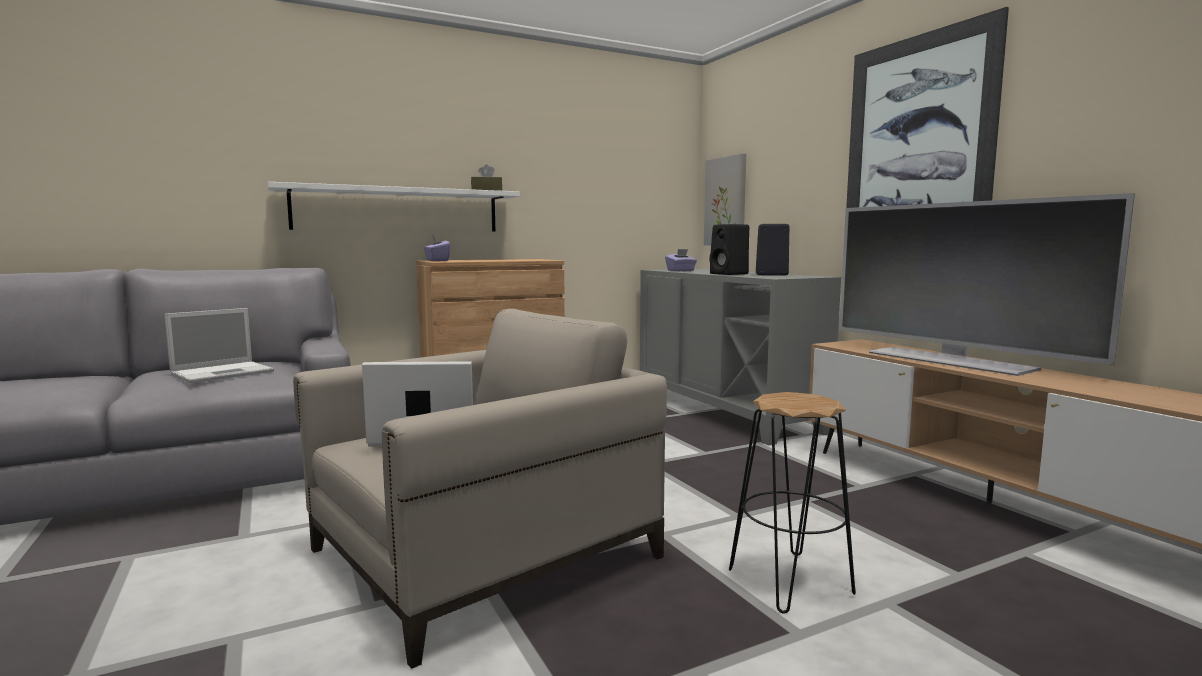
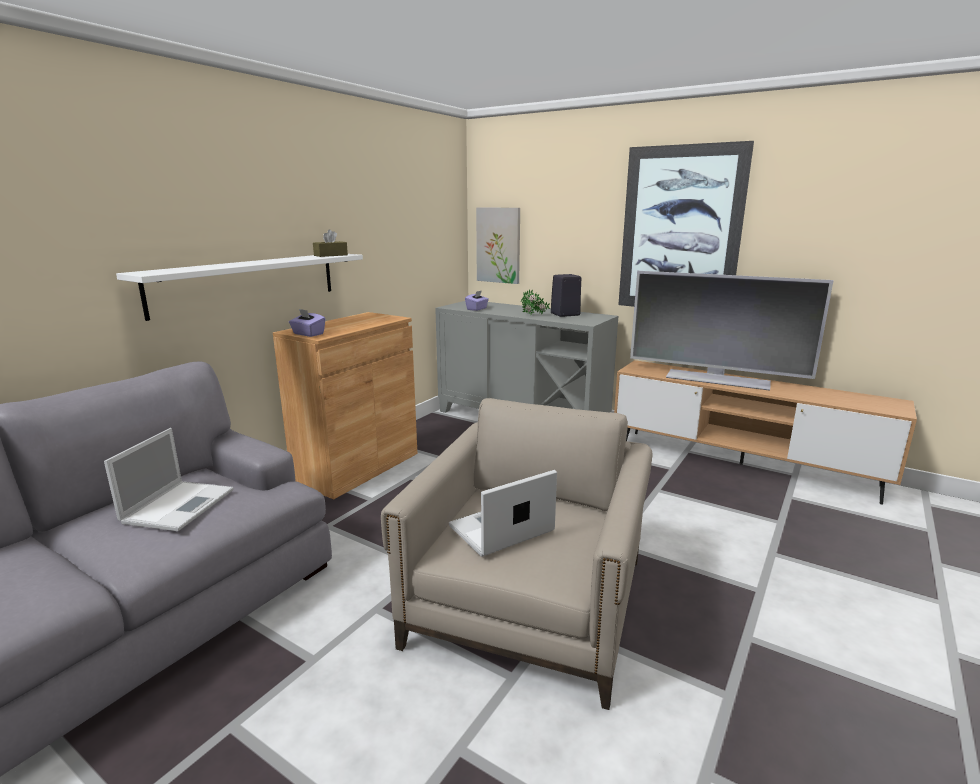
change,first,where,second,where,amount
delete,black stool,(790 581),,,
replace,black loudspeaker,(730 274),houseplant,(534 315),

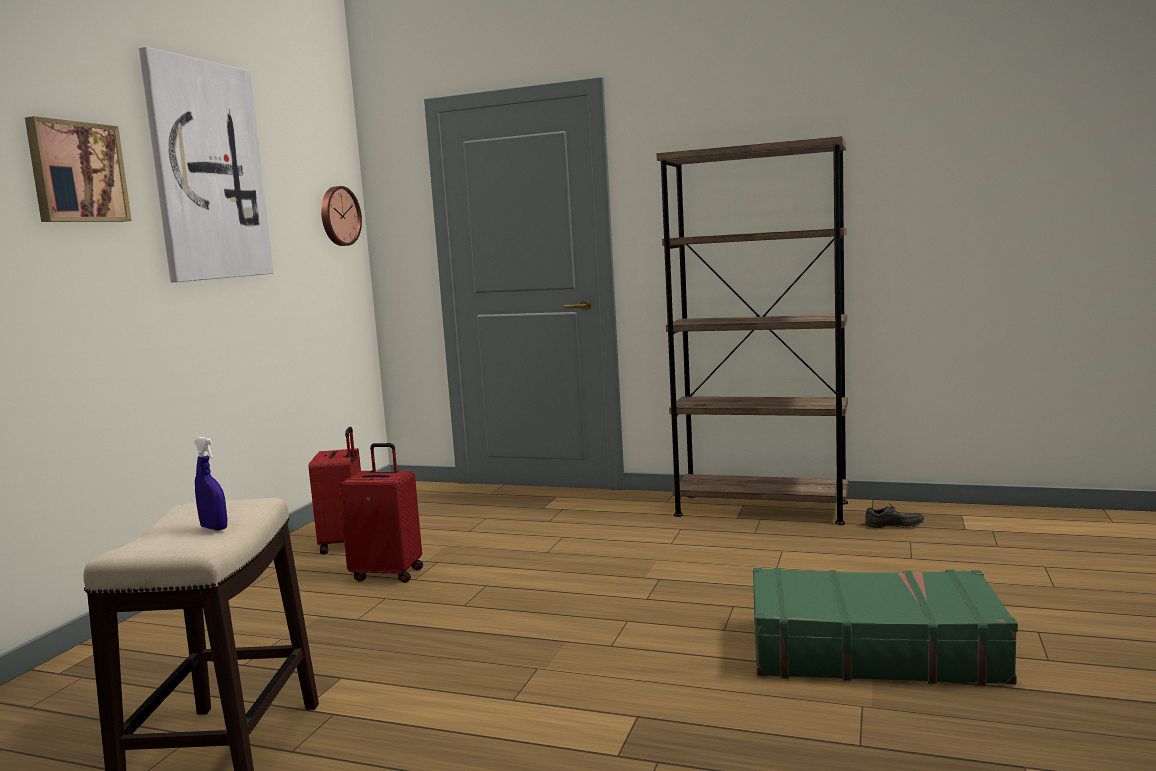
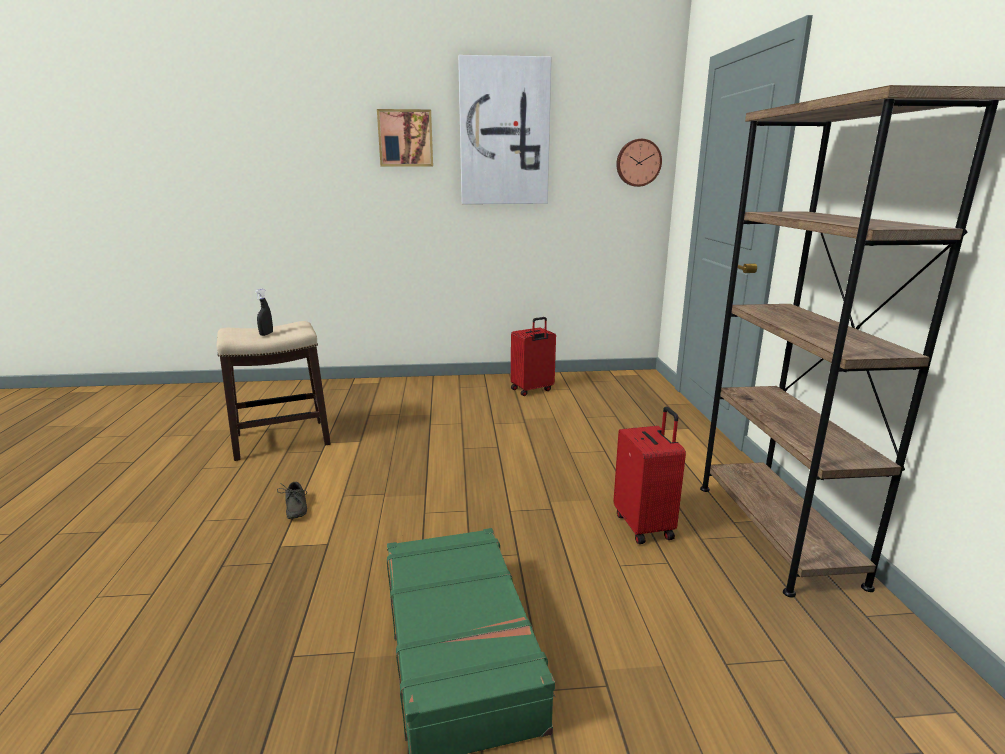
change,first,where,second,where,amount
move,red suitcase,(388 574),,(645 526),
move,grey shoe,(894 526),,(294 509),
recolor,blue sprayer,(214 528),black sprayer,(266 334),

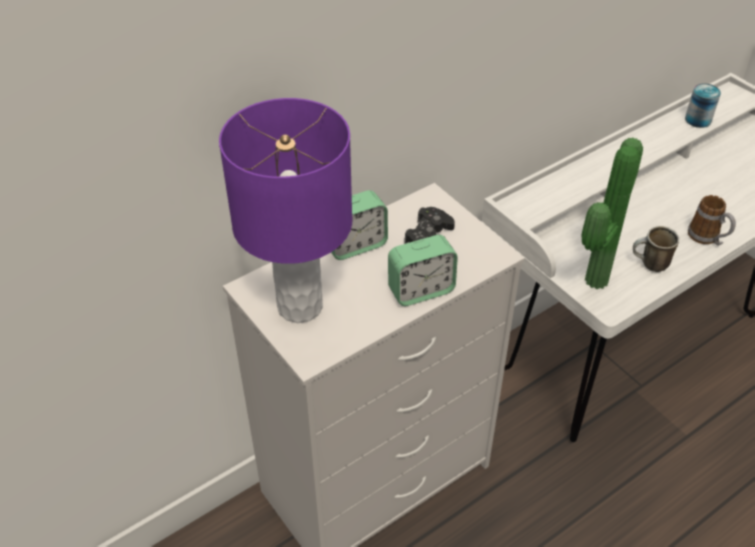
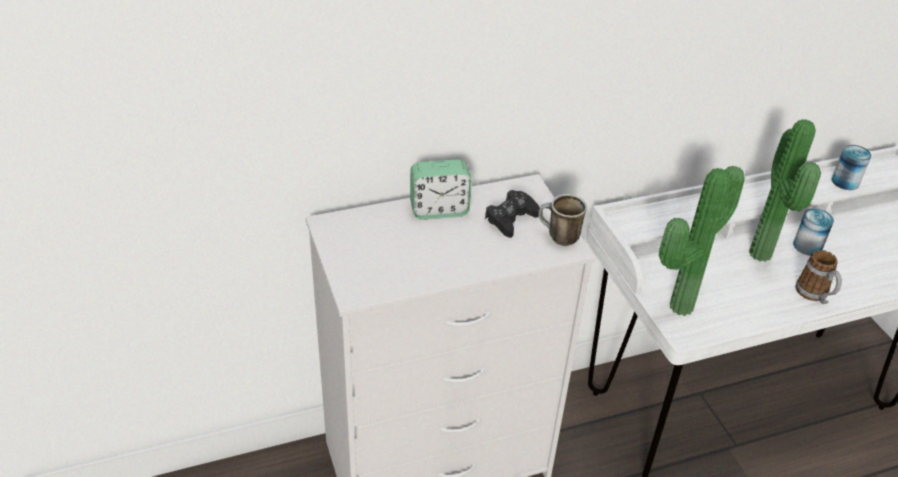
change,first,where,second,where,amount
delete,purple-coloured lamp for a table,(299 307),,,
delete,alarm clock,(421 290),,,
insert,,,houseplant,(764 254),
insert,,,metal can,(807 246),
move,mug,(649 265),,(558 237),

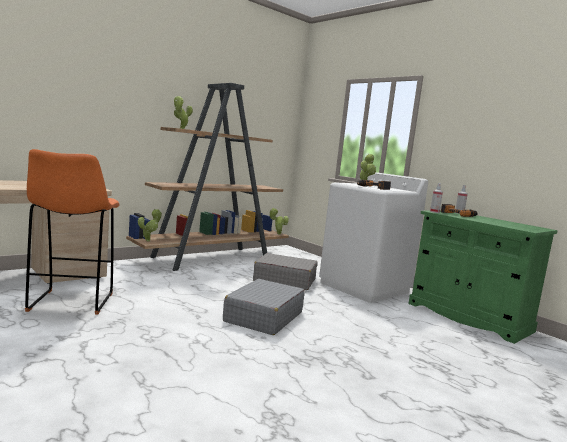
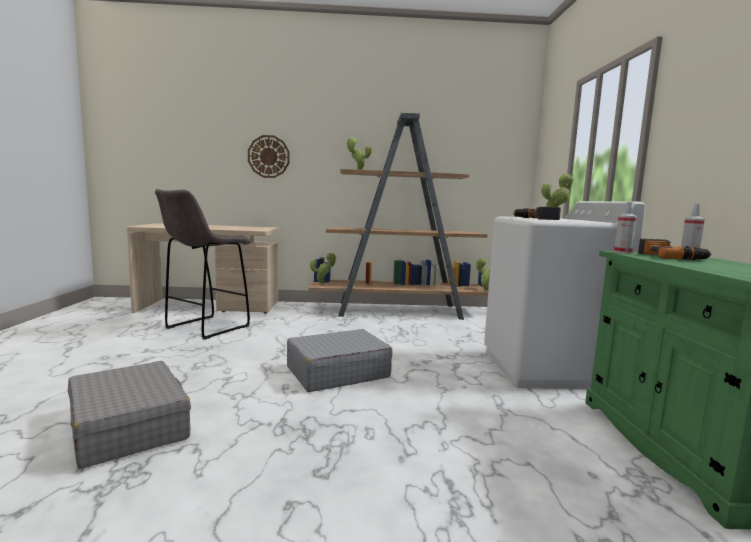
change,first,where,second,where,amount
insert,,,wall clock,(268 156),
move,grey suitcase,(284 280),,(129 426),
recolor,orange-coloured stool,(70 303),grey stool,(205 328),

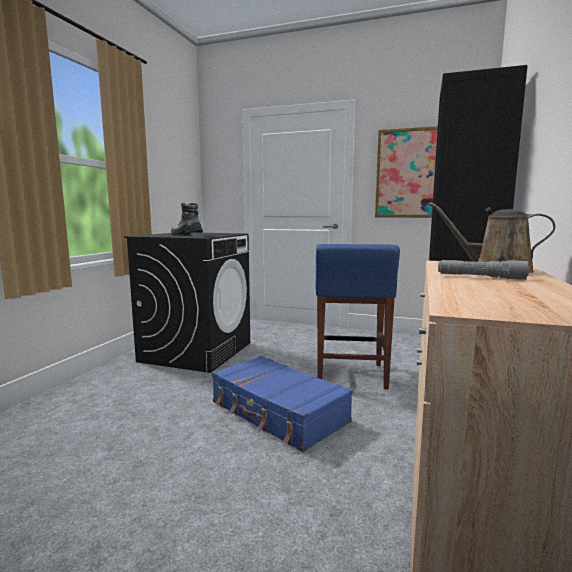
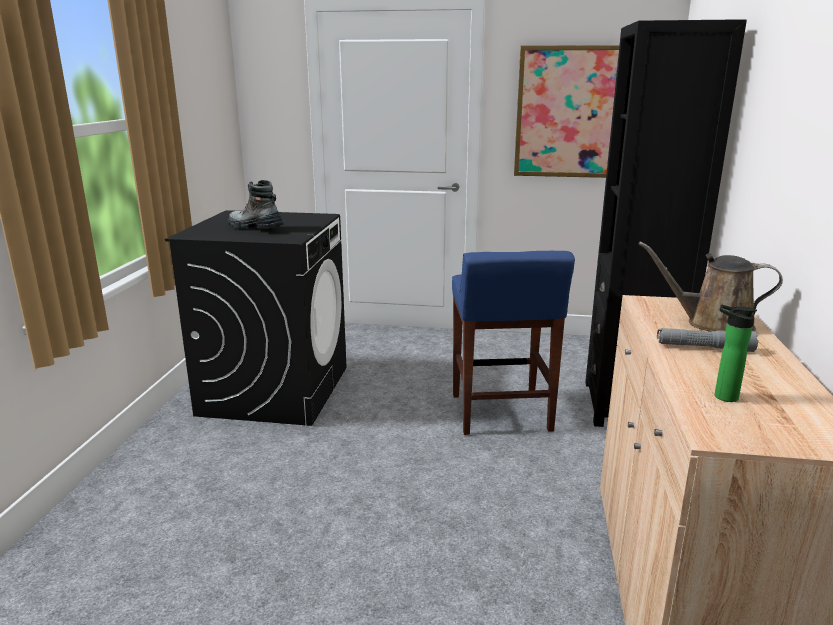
change,first,where,second,where,amount
delete,blue suitcase,(278 413),,,
insert,,,drink bottle,(722 396),

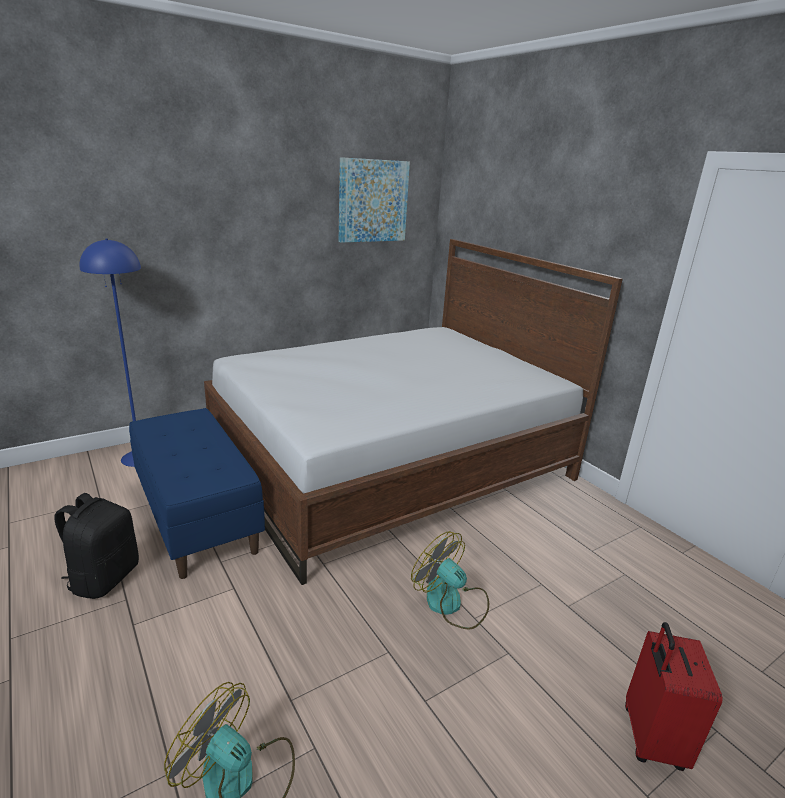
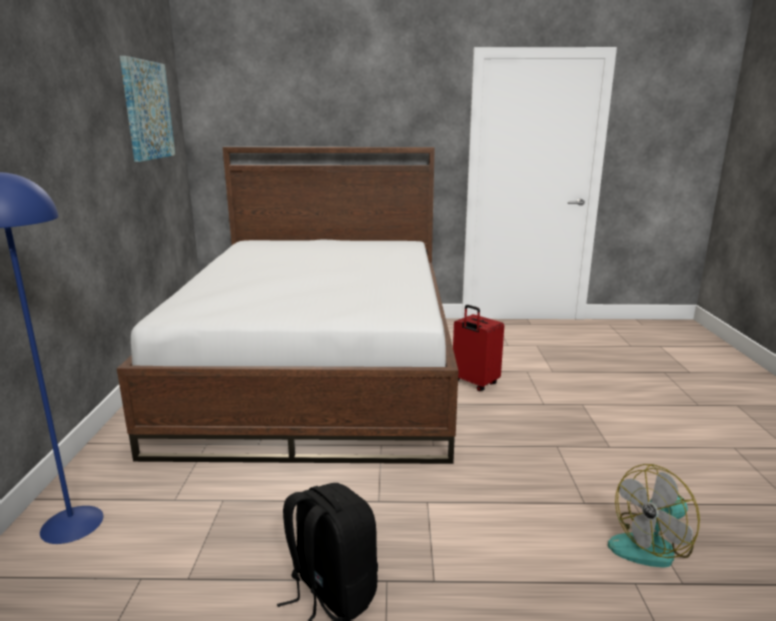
change,first,where,second,where,amount
delete,blue indoor bench,(198 517),,,
delete,cooling fan,(451 603),,,
move,red suitcase,(650 738),,(474 383),

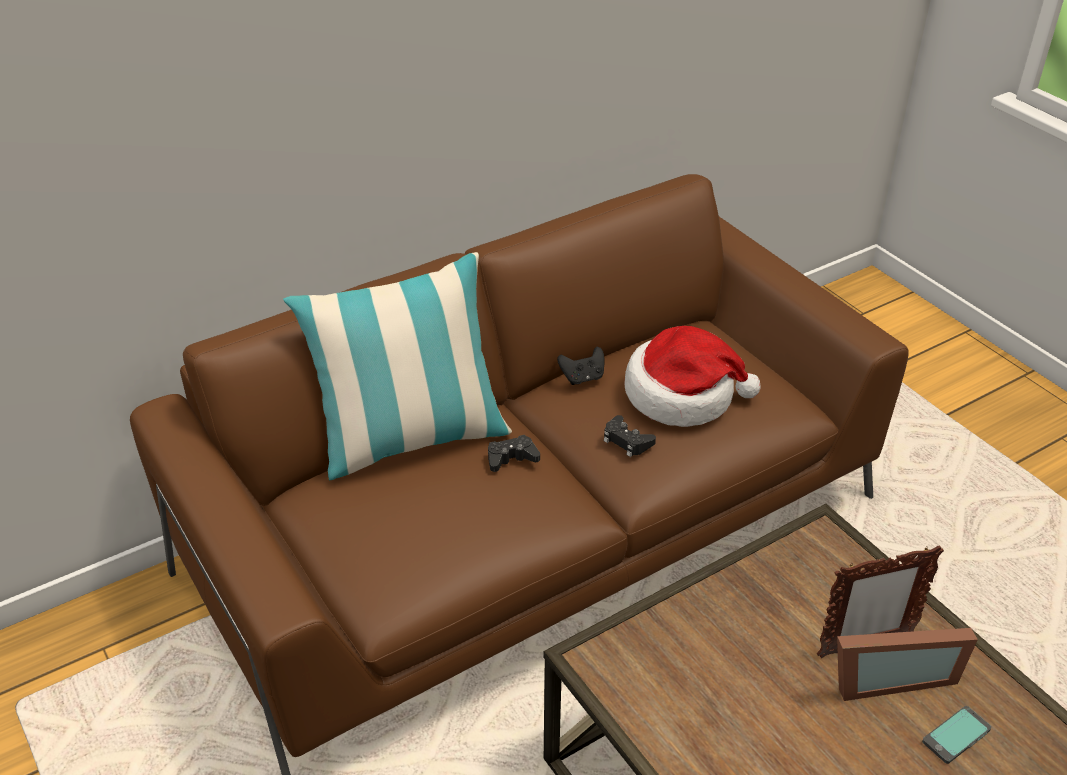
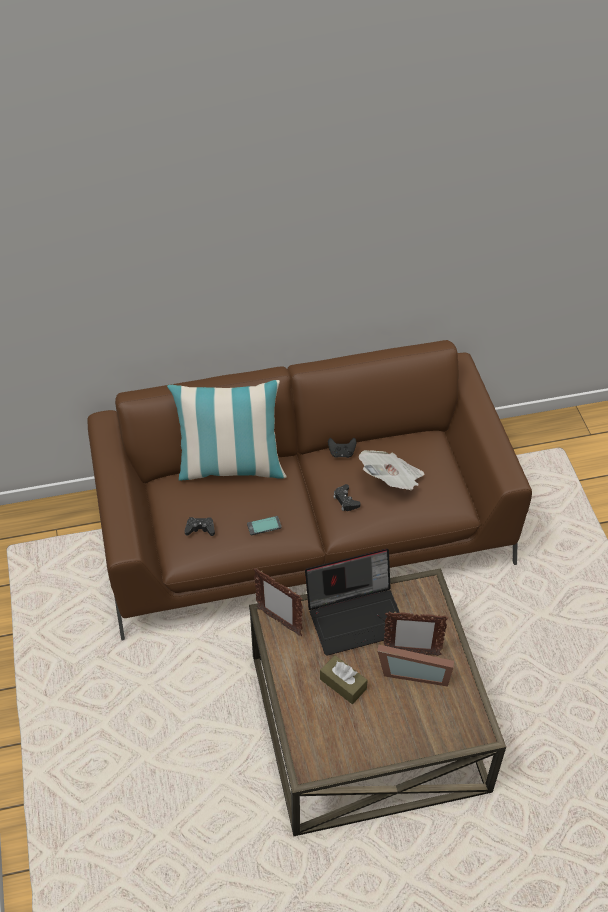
change,first,where,second,where,amount
insert,,,photo frame,(279 621),
insert,,,laptop,(356 616),
insert,,,brown tissue holder,(343 684),
move,black gamepad,(511 458),,(200 529),
move,handset,(956 736),,(264 526),
replace,hat,(682 395),printed paper,(391 480),

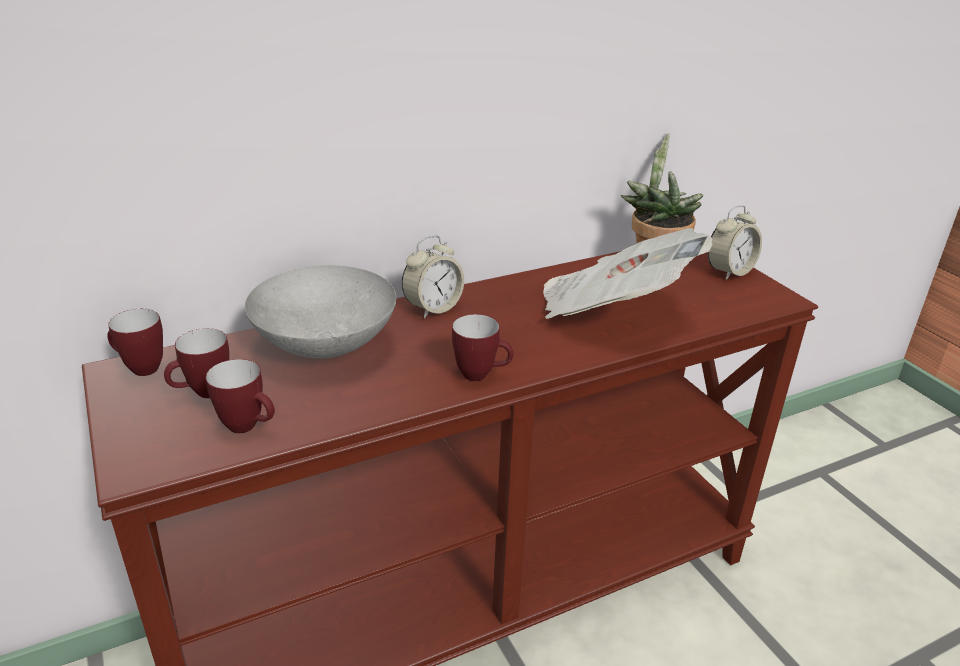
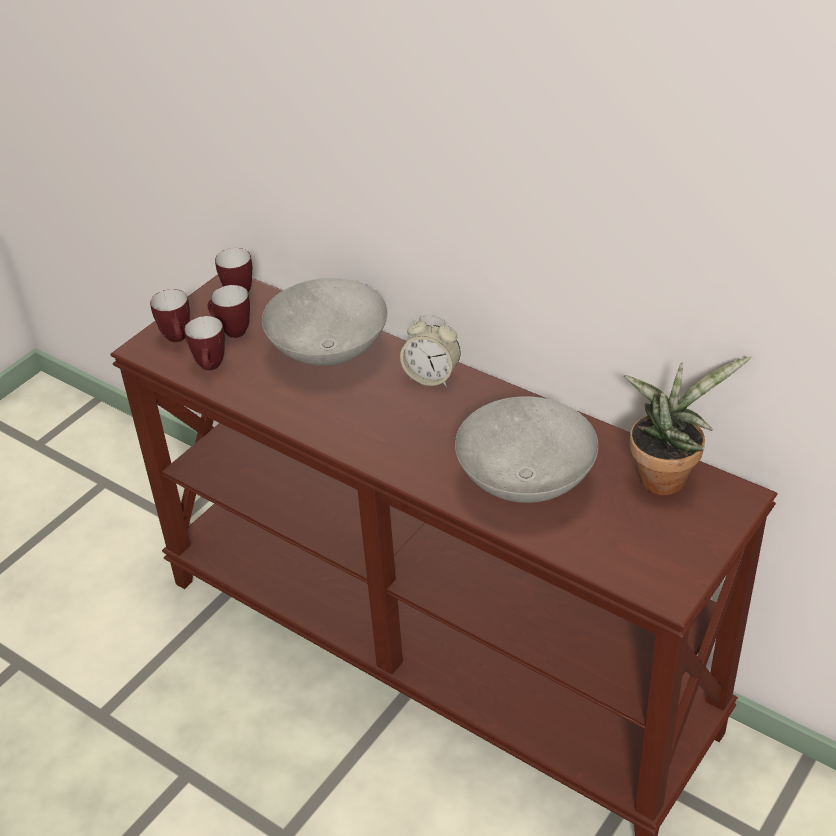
change,first,where,second,where,amount
delete,alarm clock,(729 271),,,
move,mug,(481 375),,(178 339),
replace,printed paper,(612 310),grey bowl,(525 480),

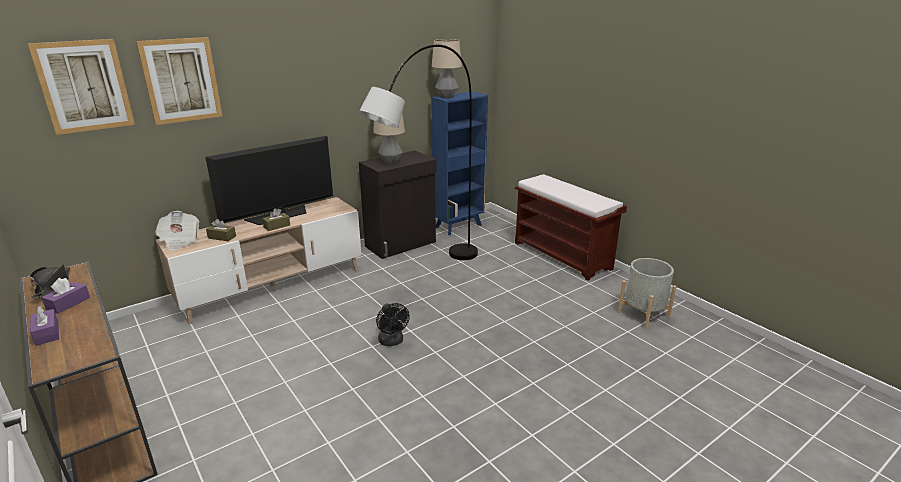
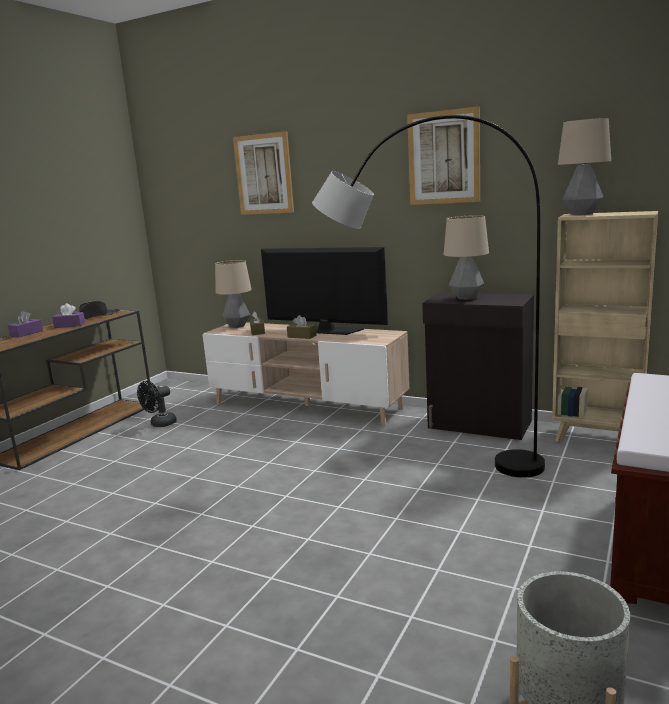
change,first,where,second,where,amount
move,wall picture,(84 86),,(444 157),
move,black cooling fan,(392 342),,(160 424),
replace,printed paper,(180 241),lamp for a table,(237 326),
recolor,blue bookshelf,(459 226),beige bookshelf,(597 438),

